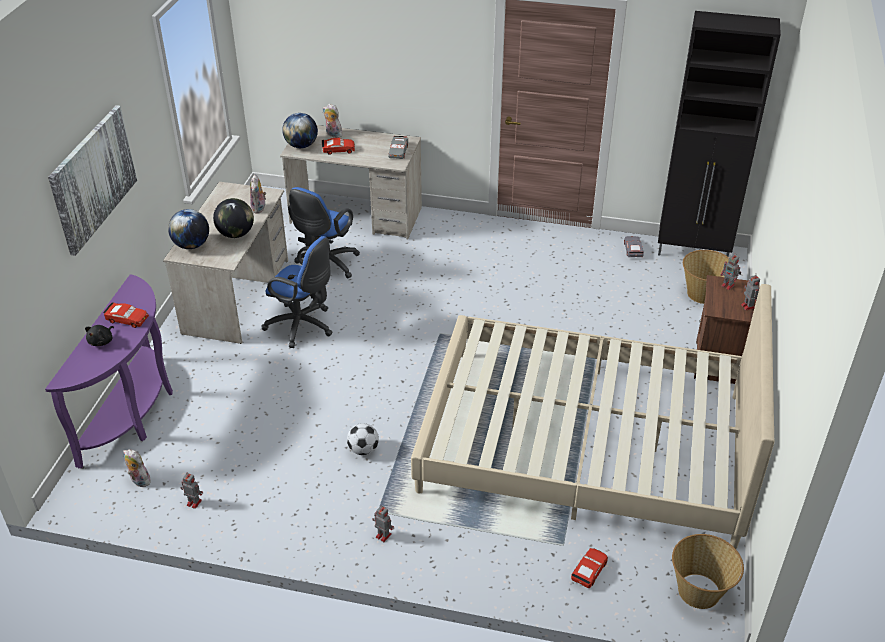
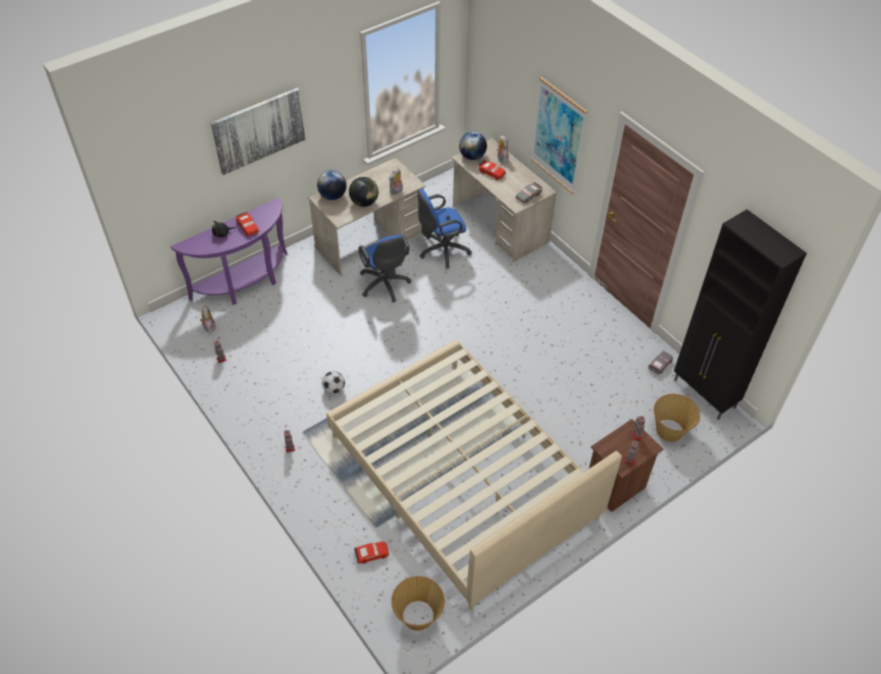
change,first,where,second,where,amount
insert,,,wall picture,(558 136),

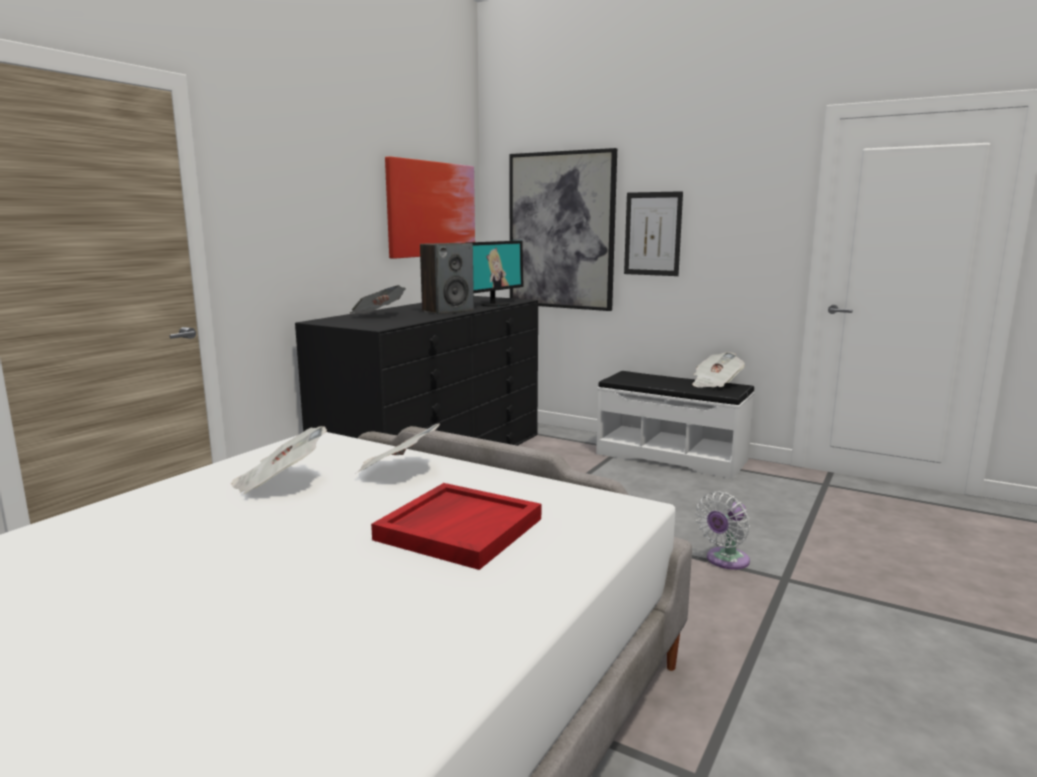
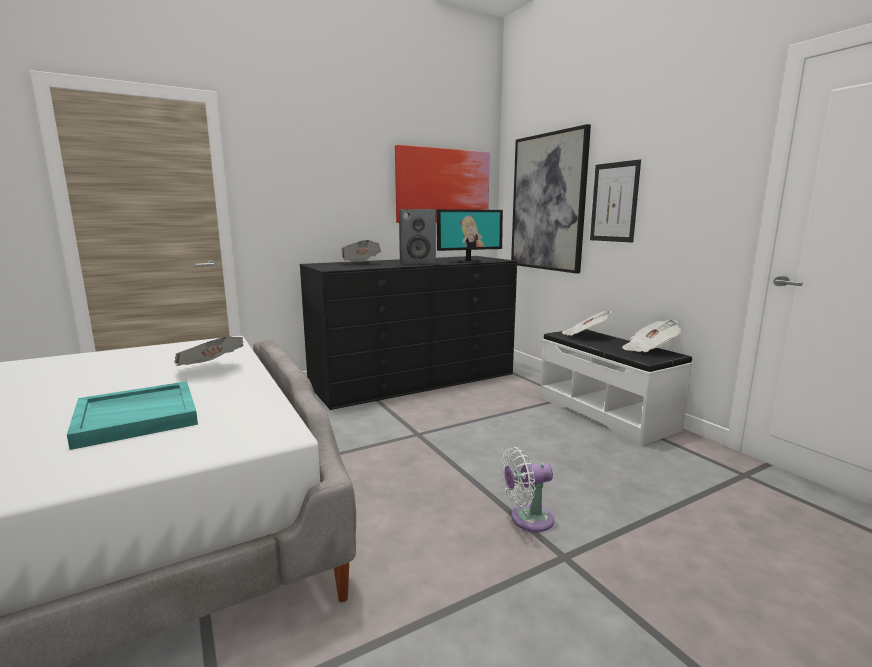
change,first,where,second,where,amount
move,printed paper,(279 483),,(584 335),
recolor,red carrying tray,(459 528),turquoise-coloured carrying tray,(138 416),

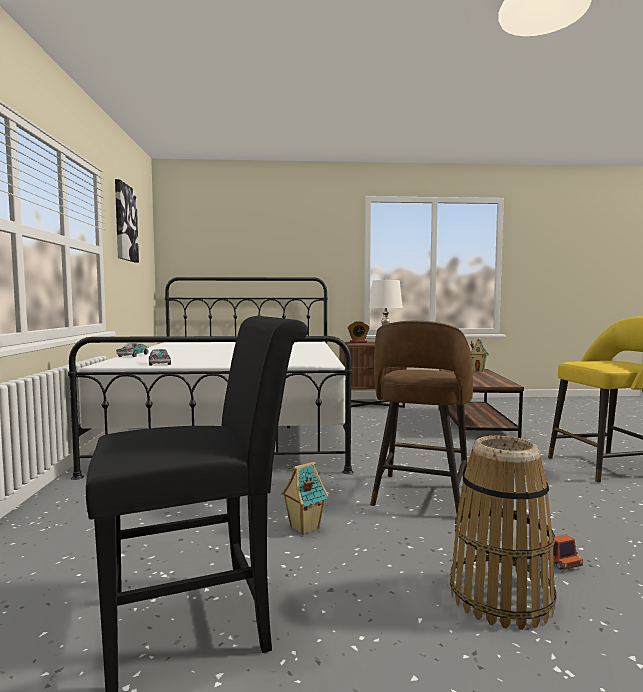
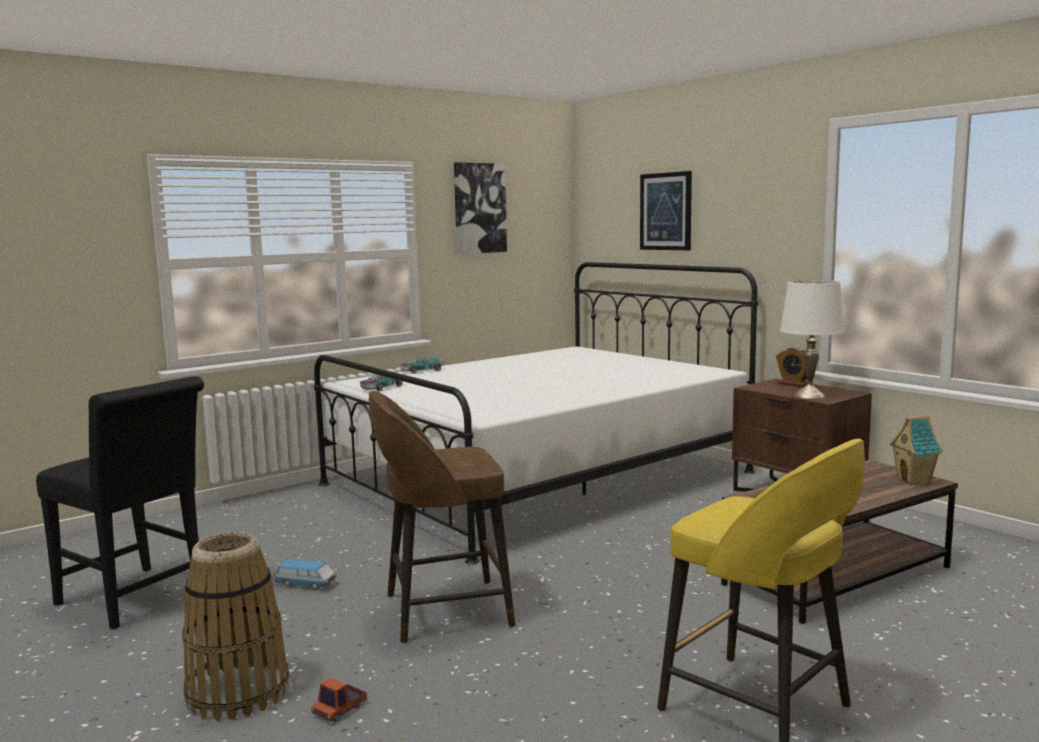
change,first,where,second,where,amount
insert,,,wall picture,(666 211),
replace,miniature house,(303 528),toy car,(306 584),

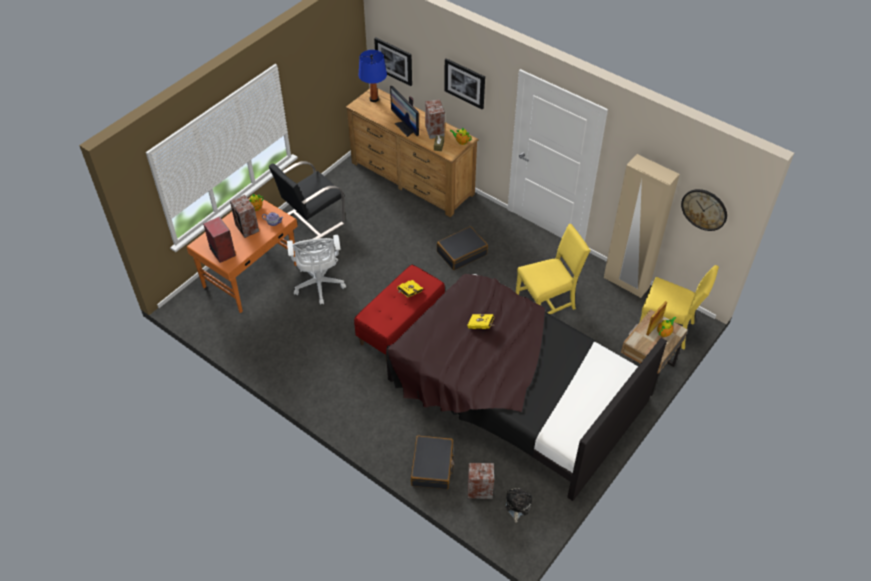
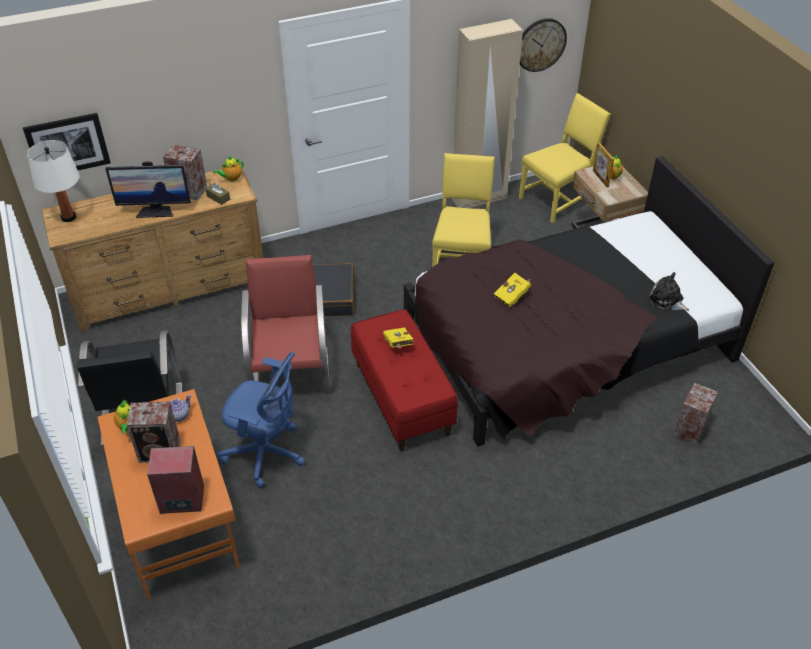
change,first,where,second,where,amount
delete,black suitcase,(432 466),,,
delete,wall picture,(465 83),,,
insert,,,red easy chair,(290 372),
move,plush toy,(517 505),,(667 300),
recolor,whitish office chair,(319 285),blue office chair,(266 453),
recolor,blue lamp for a table,(374 99),whitish lamp for a table,(68 217),

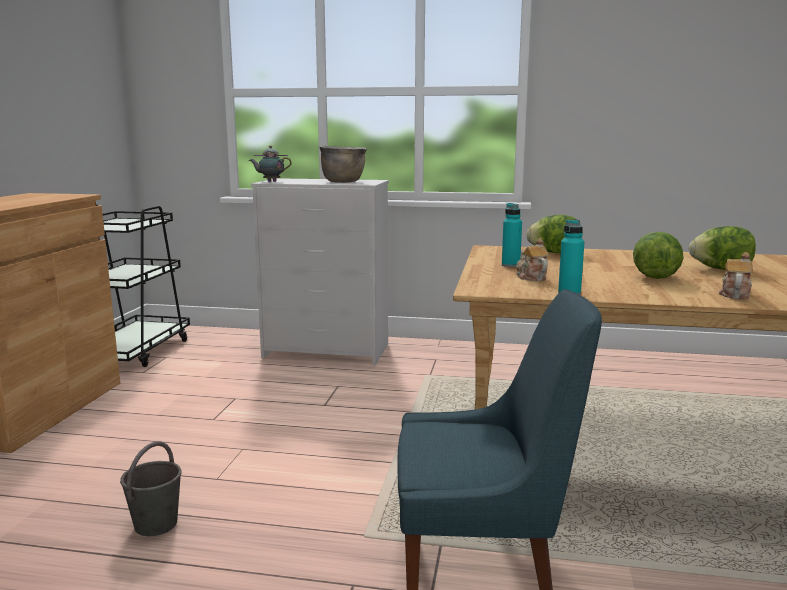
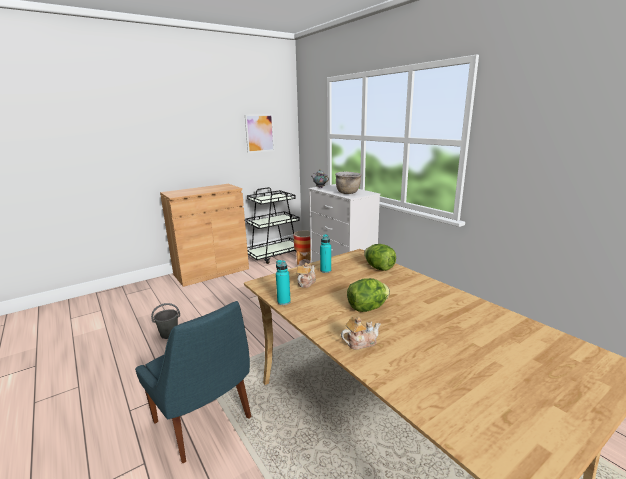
change,first,where,second,where,amount
delete,lettuce,(721 269),,,
insert,,,wall picture,(260 133),
insert,,,planter,(304 261),

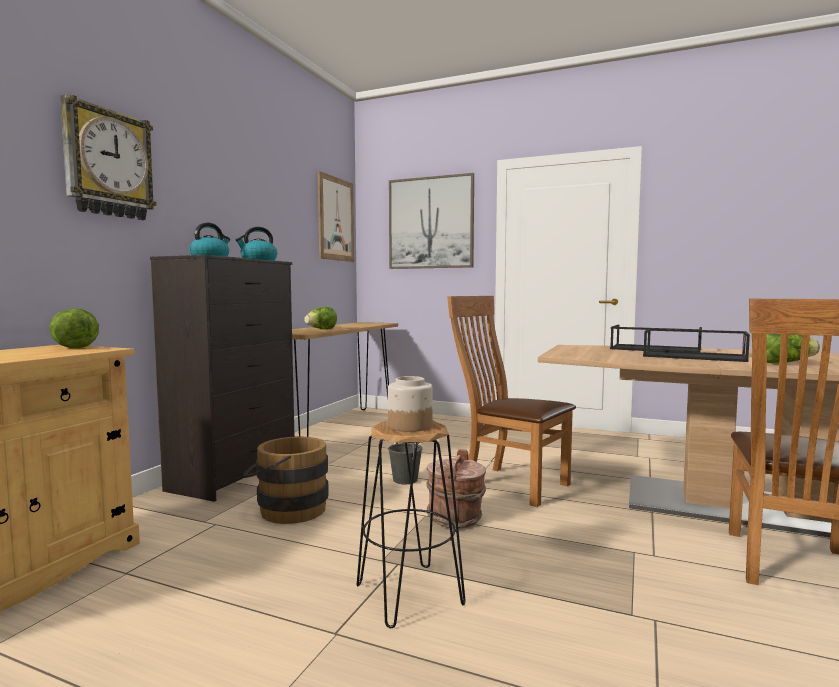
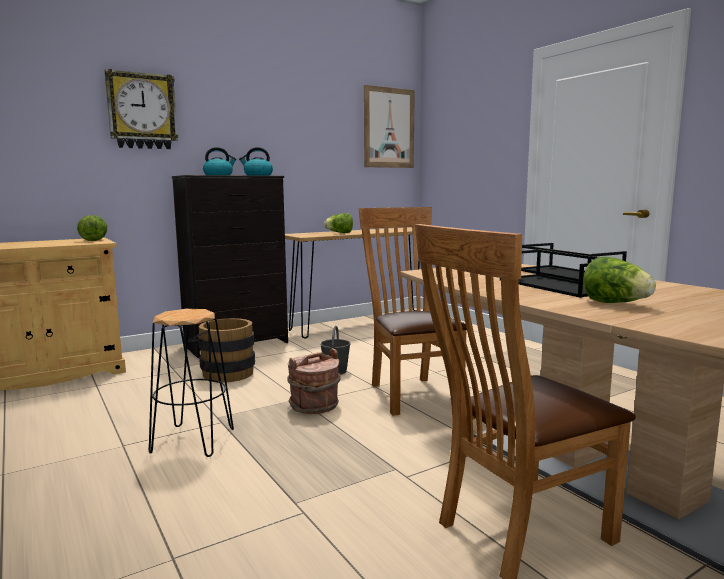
change,first,where,second,where,amount
delete,jar,(409 426),,,
delete,wall picture,(431 223),,,

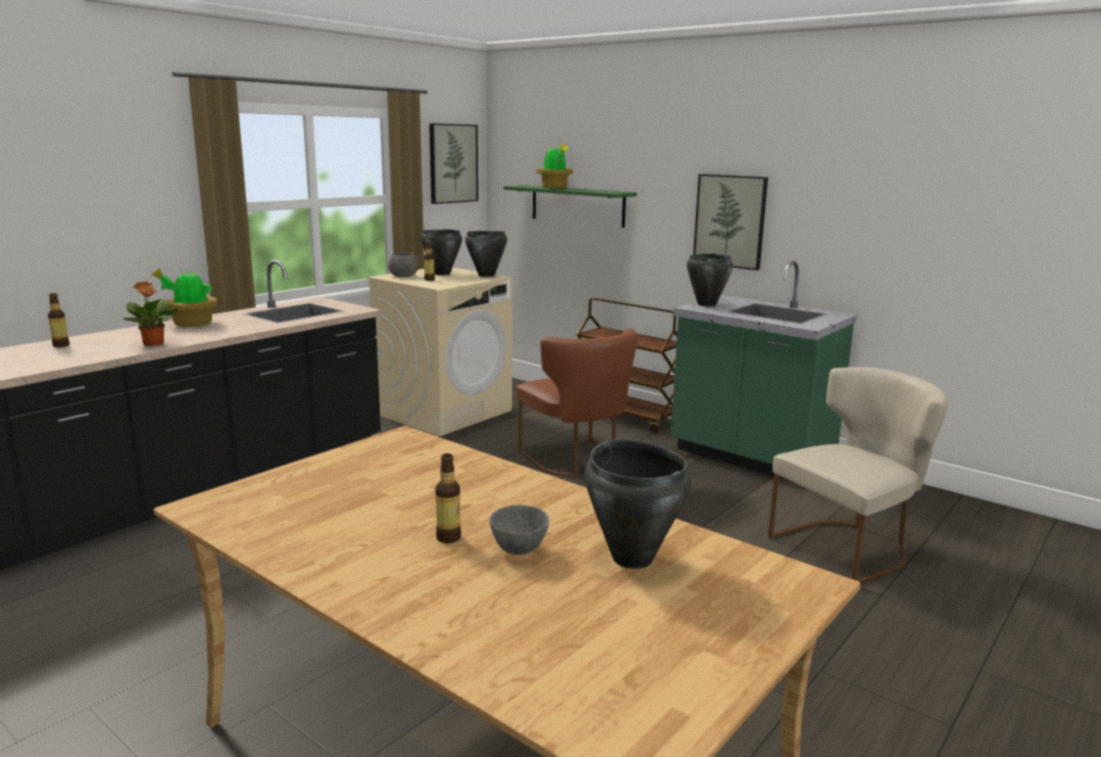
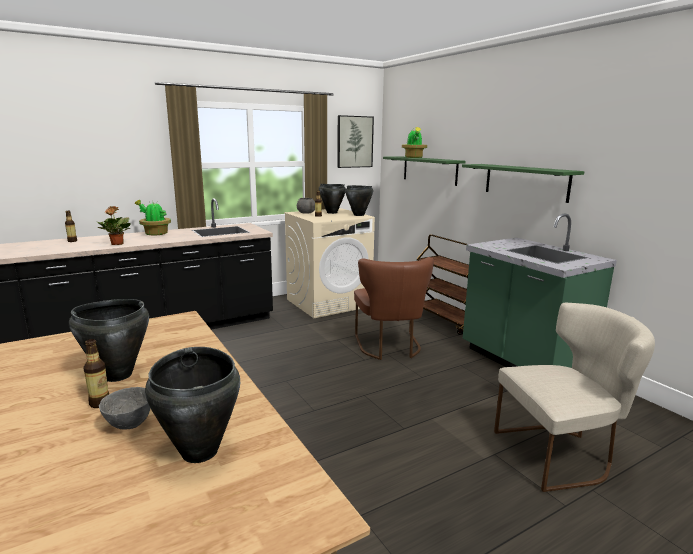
change,first,where,second,where,amount
move,black cooking pot,(706 304),,(117 375),
replace,wall picture,(730 221),green bracket shelf,(525 182),

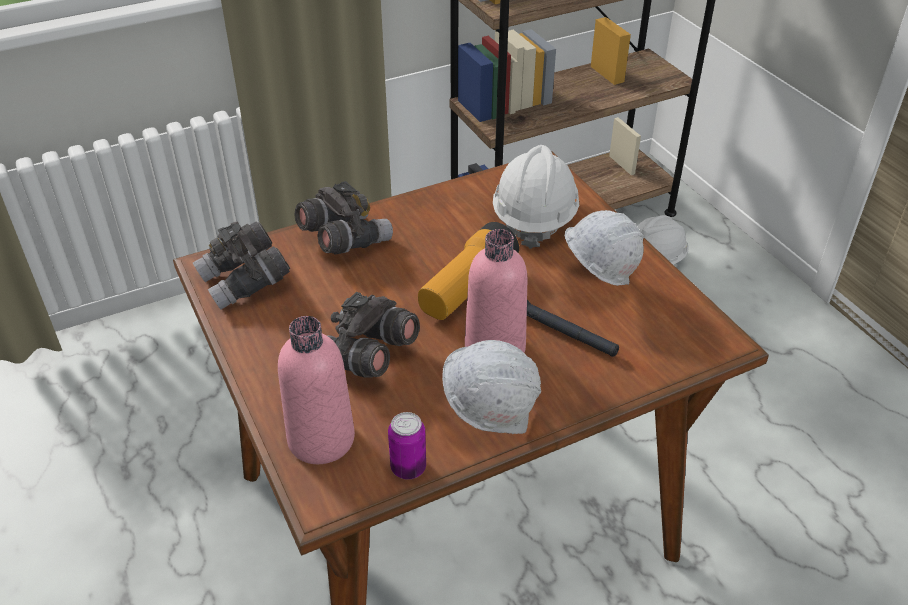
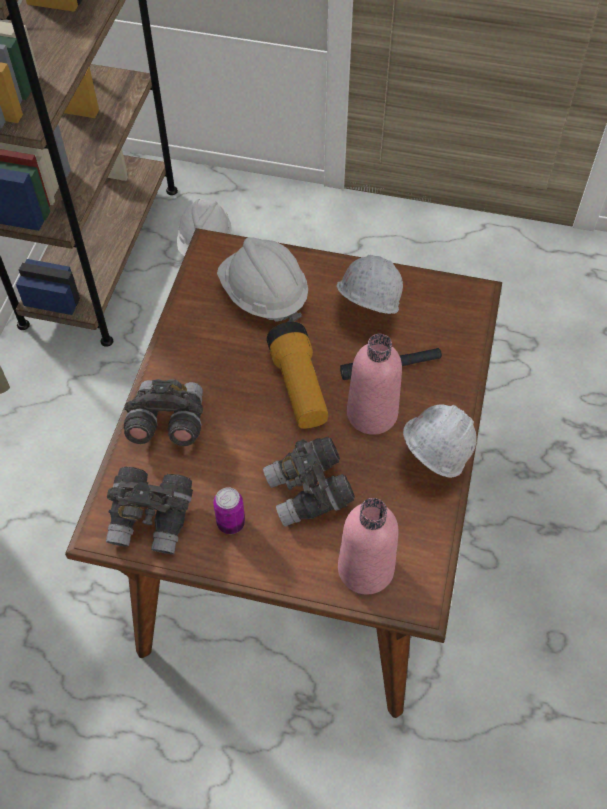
change,first,where,second,where,amount
move,metal can,(408 468),,(231 523),

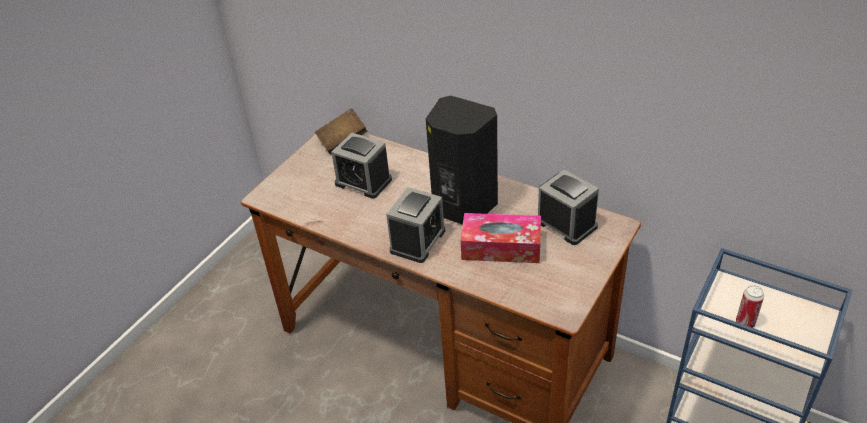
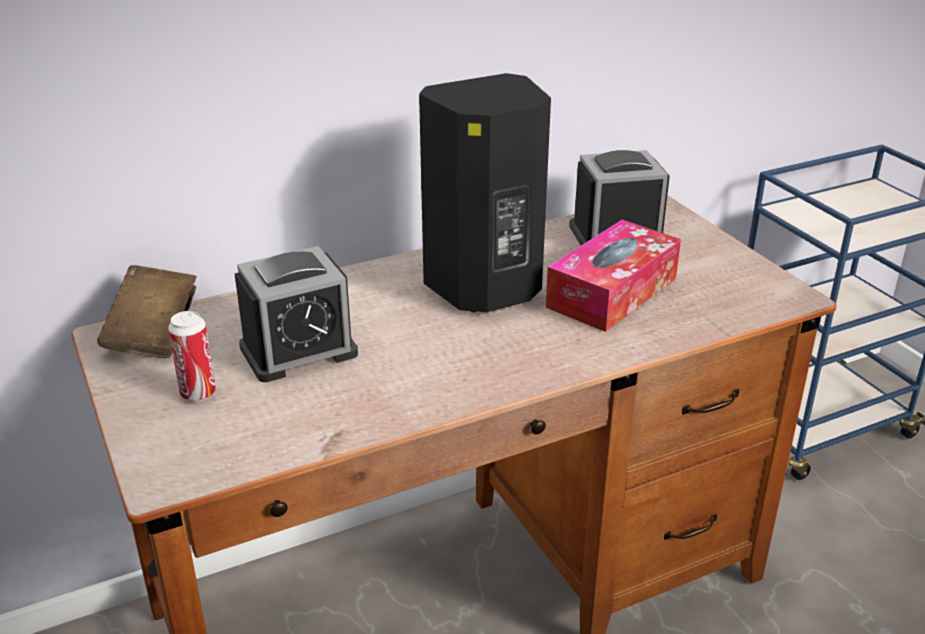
change,first,where,second,where,amount
delete,alarm clock,(417 241),,,
move,metal can,(745 323),,(198 393),

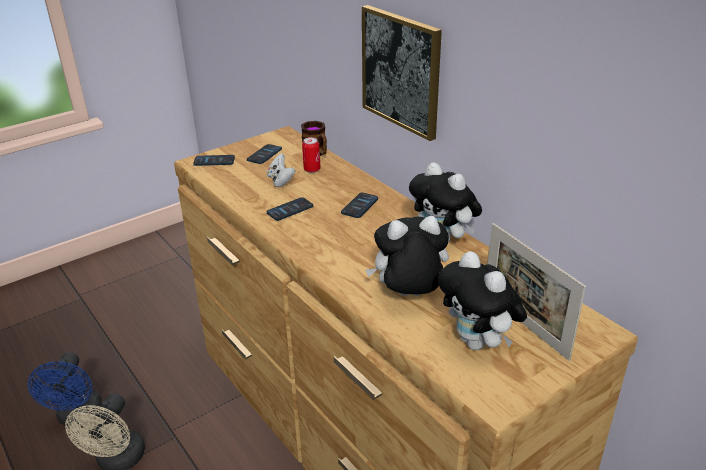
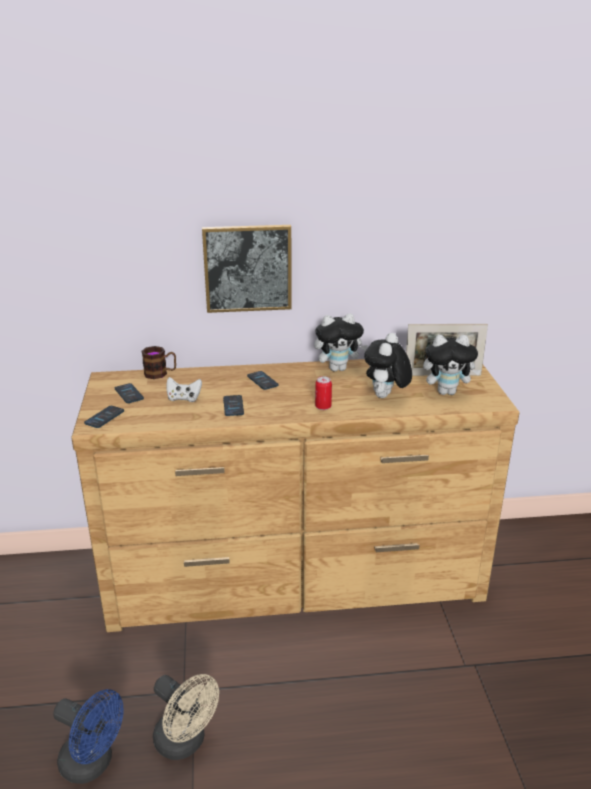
change,first,where,second,where,amount
move,metal can,(312 169),,(323 407),

